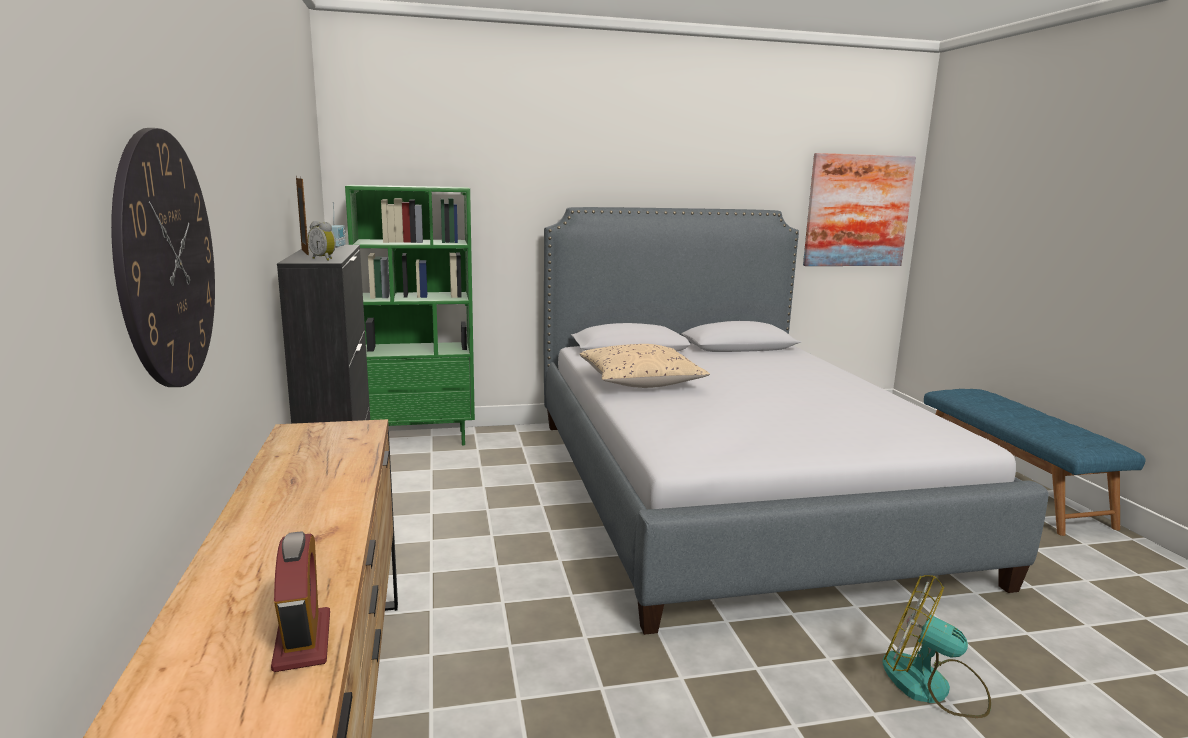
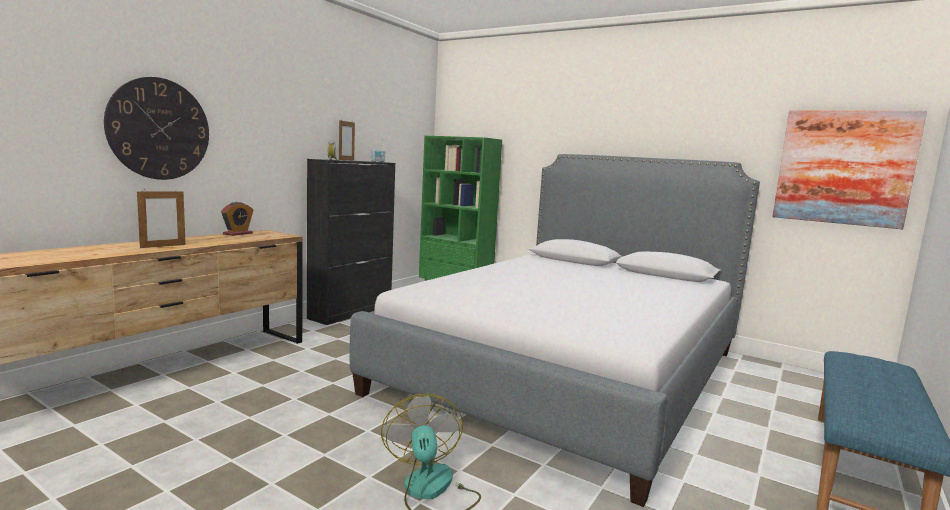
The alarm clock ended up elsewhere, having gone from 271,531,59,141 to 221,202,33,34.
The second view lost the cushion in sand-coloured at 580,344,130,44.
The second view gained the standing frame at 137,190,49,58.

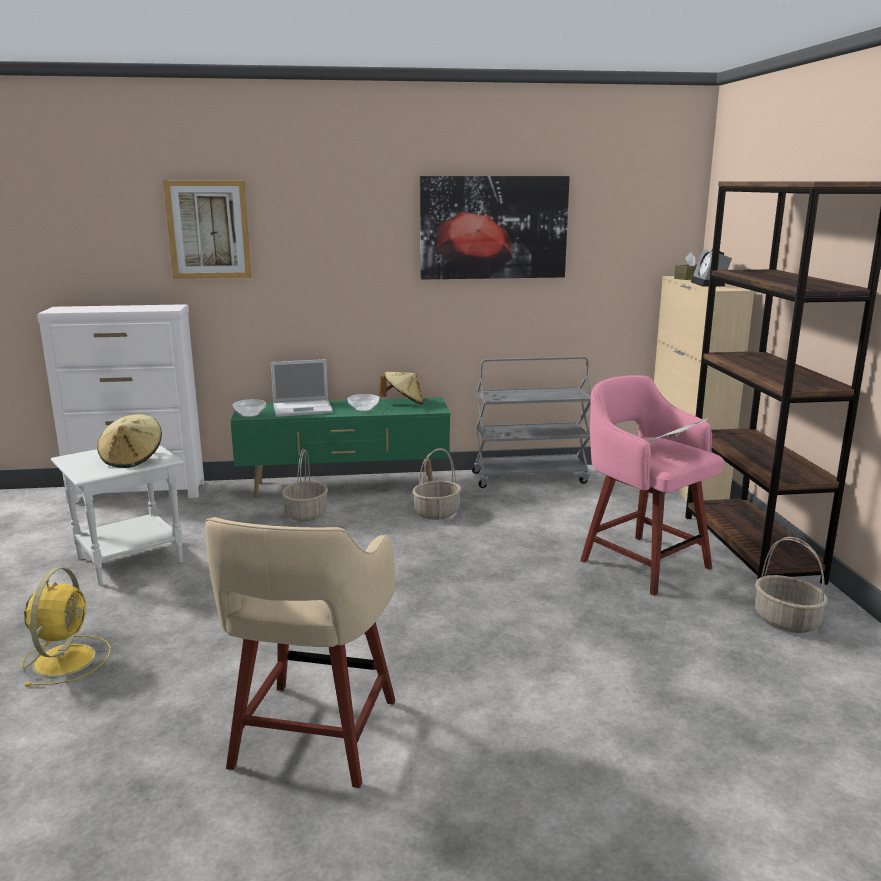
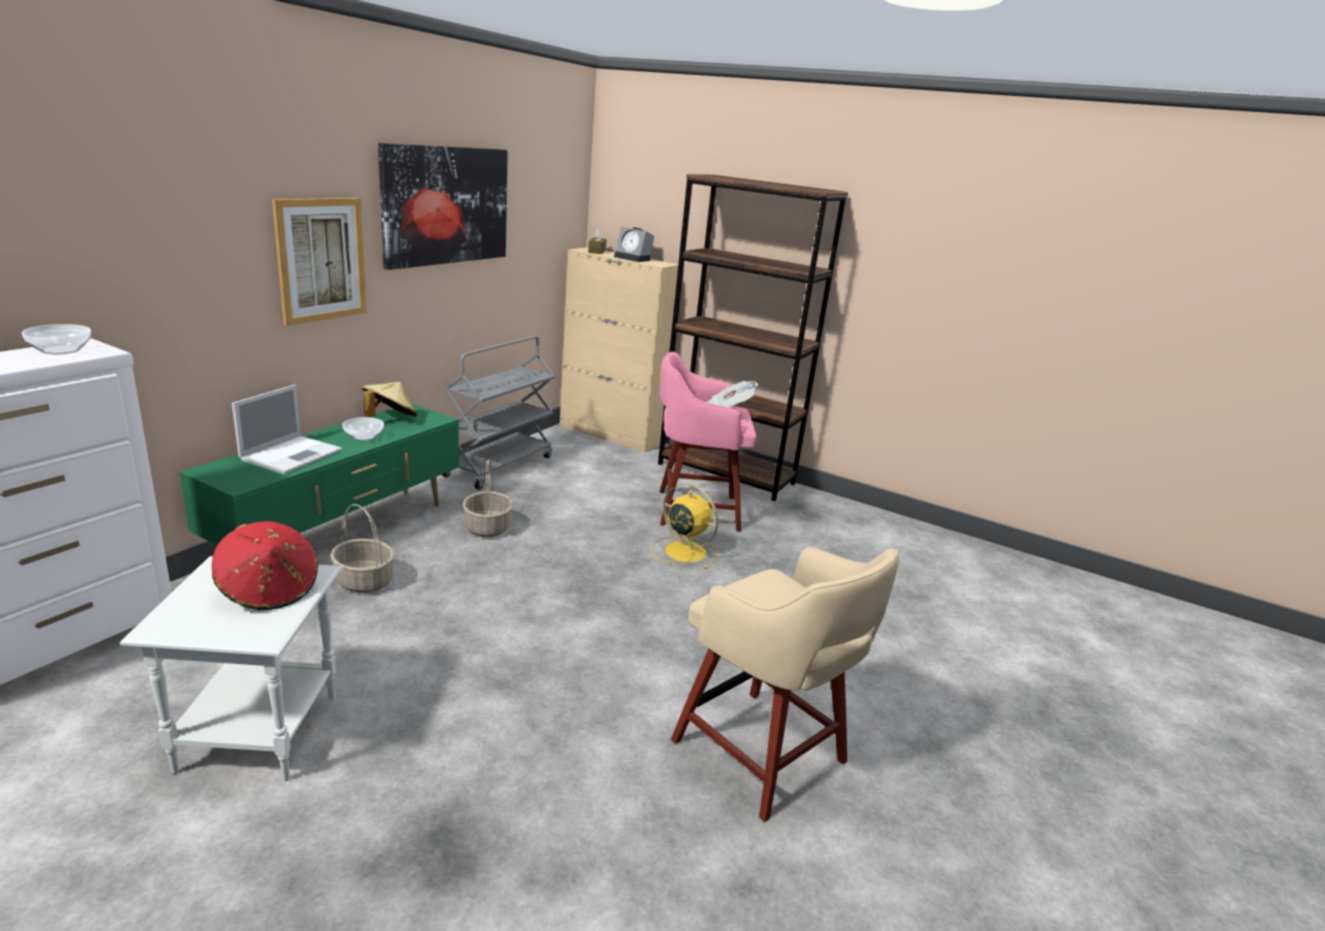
The cooling fan in yellow-coloured ended up elsewhere, having gone from 21,567,90,120 to 651,483,67,86.
What was the hat in sand-coloured at 97,414,65,54 turned into the hat in red-coloured at 212,521,106,89.
The picture ended up elsewhere, having gone from 163,180,89,99 to 272,198,94,128.
The serving bowl ended up elsewhere, having gone from 233,399,33,18 to 22,324,69,30.
The second view lost the storage basket at 755,537,73,96.

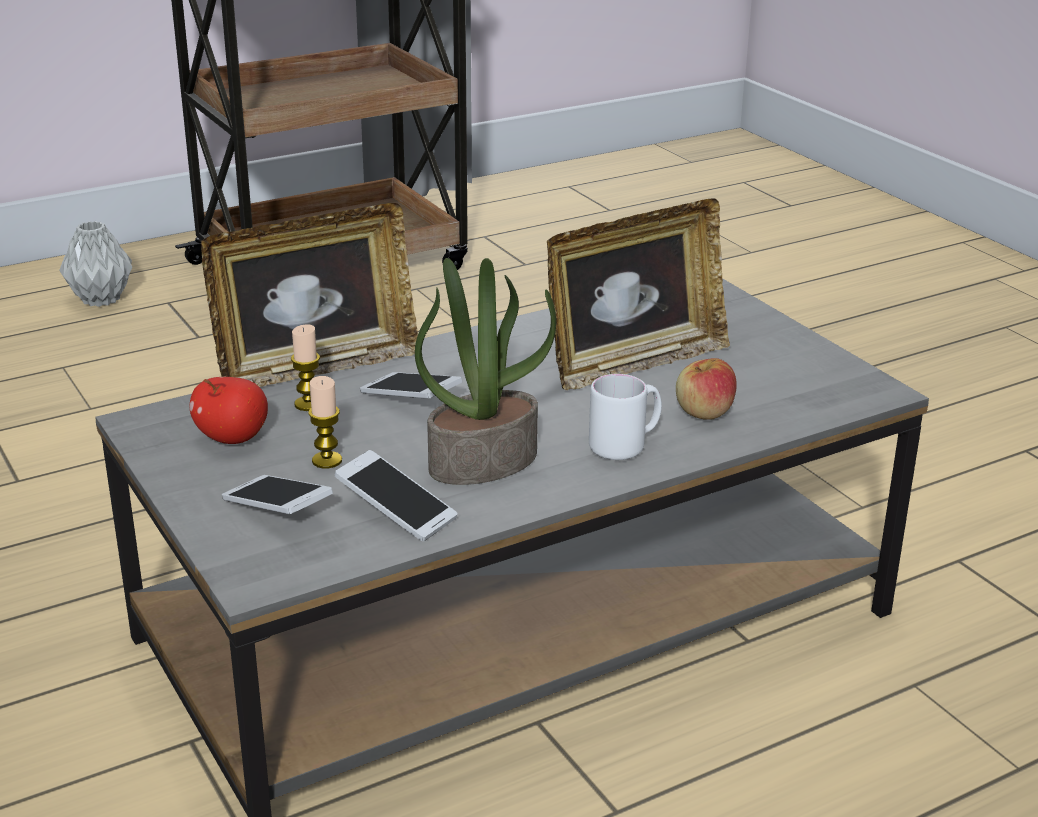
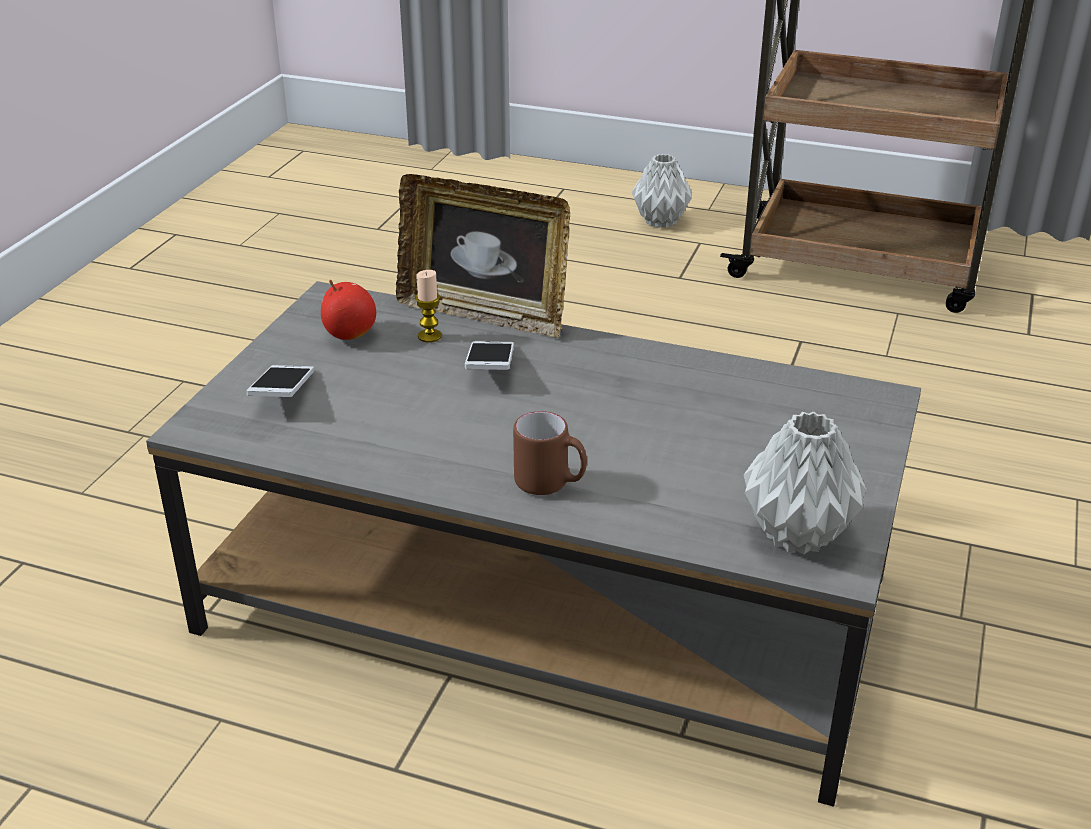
The second view lost the wax candle at 308,376,34,92.
The second view lost the telephone at 335,450,123,91.
The second view lost the houseplant at 415,258,141,227.
The second view lost the standing frame at 547,199,183,191.
What was the mug in whitish at 589,374,73,86 turned into the mug in brown-coloured at 513,411,74,84.
The second view lost the apple fruit at 676,358,61,62.
The second view gained the decorative vase in gray at 744,411,123,144.

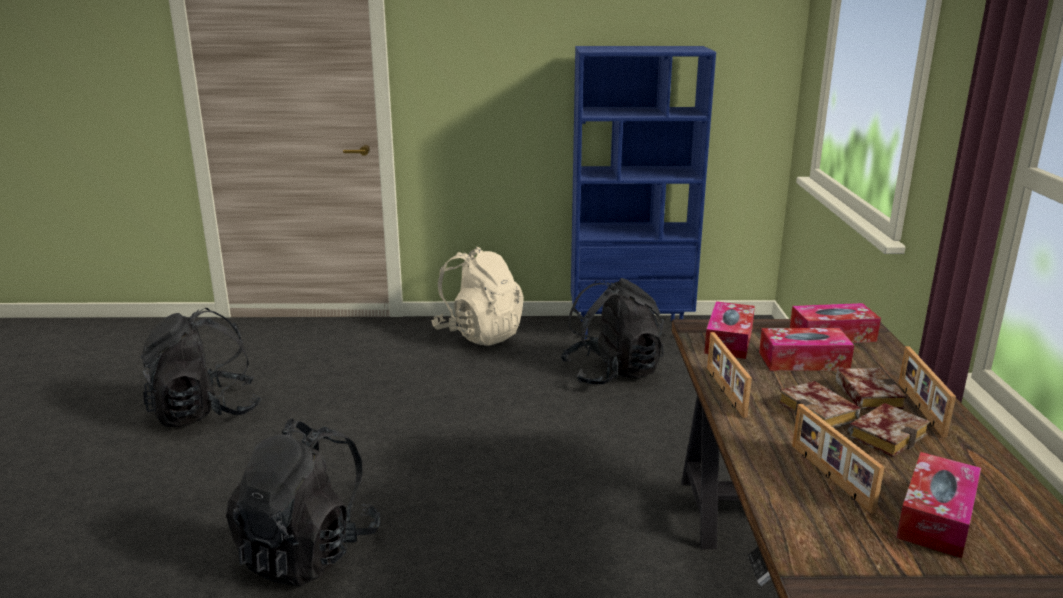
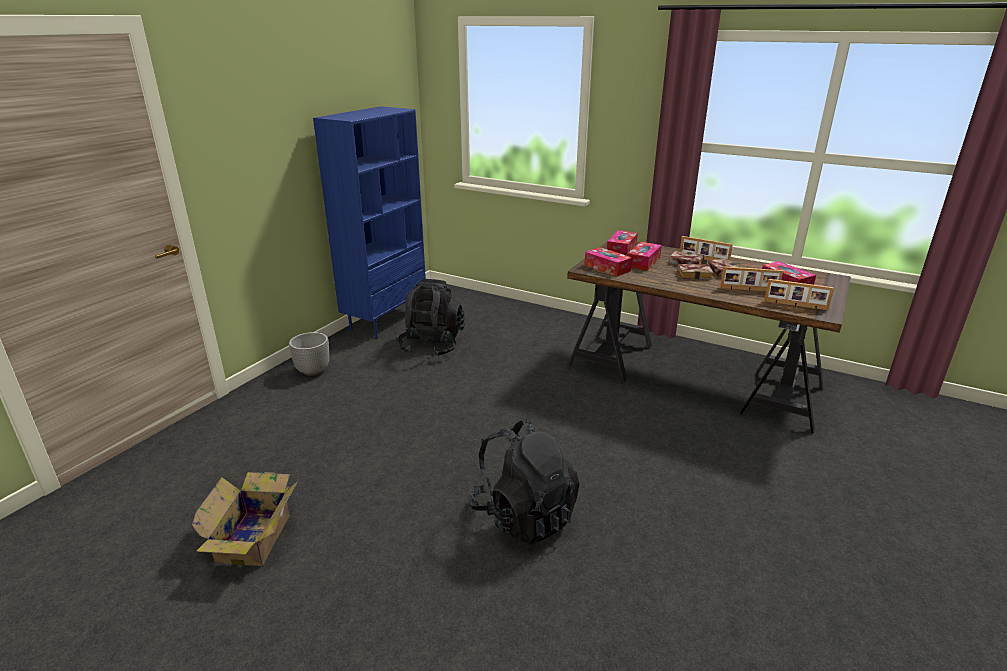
Where the knapsack in black stood at 141,308,120,119, the packing box came to stand at 192,472,106,94.
Where the knapsack in sand-coloured stood at 432,247,92,99, the flower pot came to stand at 289,332,40,44.
The standing frame ended up elsewhere, having gone from 707,332,45,86 to 764,279,70,32.

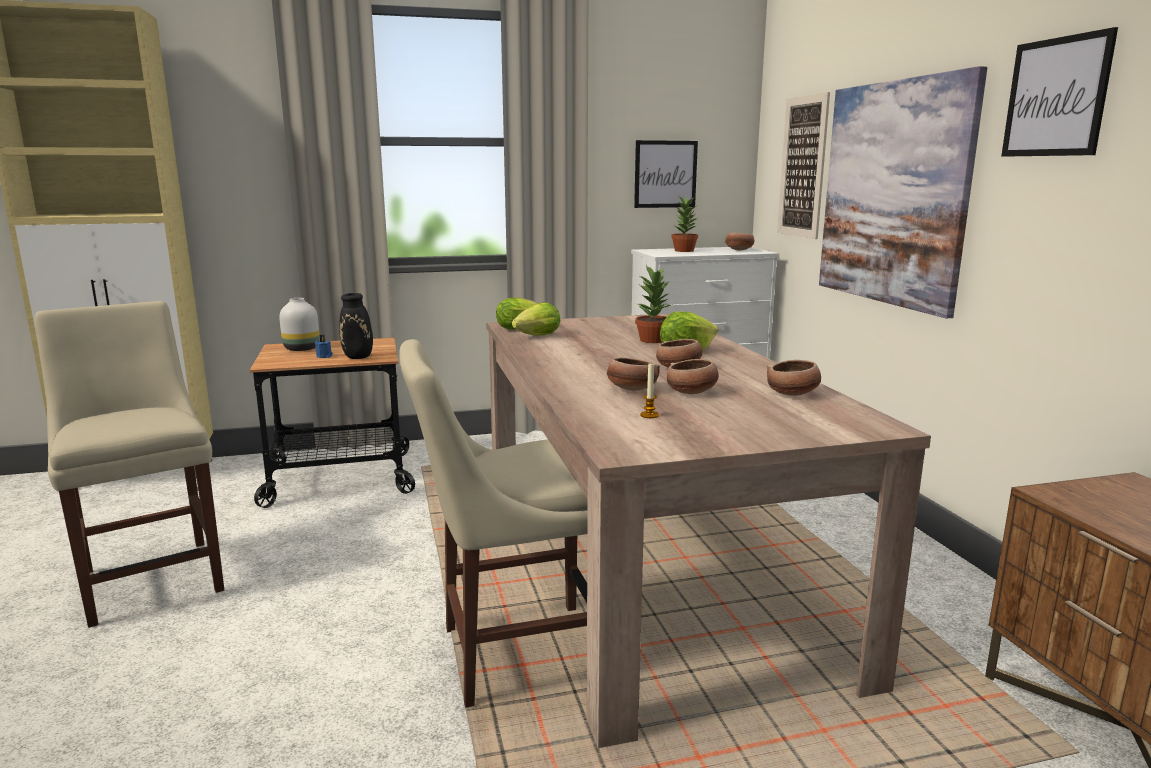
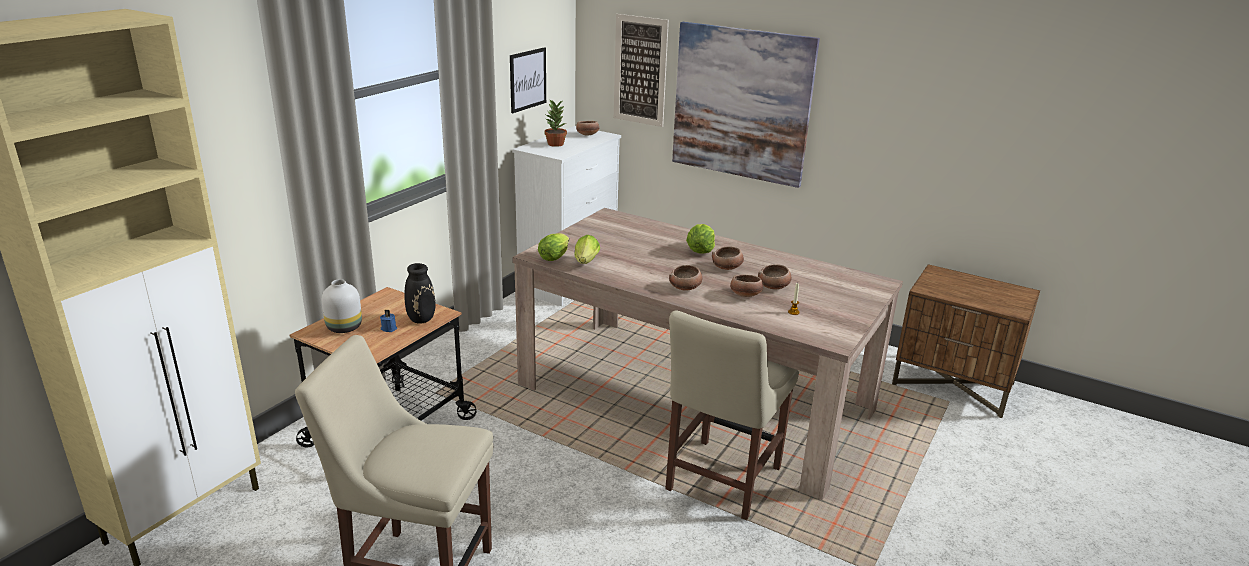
The second view lost the houseplant at 635,265,36,78.
The serving bowl ended up elsewhere, having gone from 767,360,54,36 to 669,265,33,26.
The second view lost the picture at 1001,27,117,130.

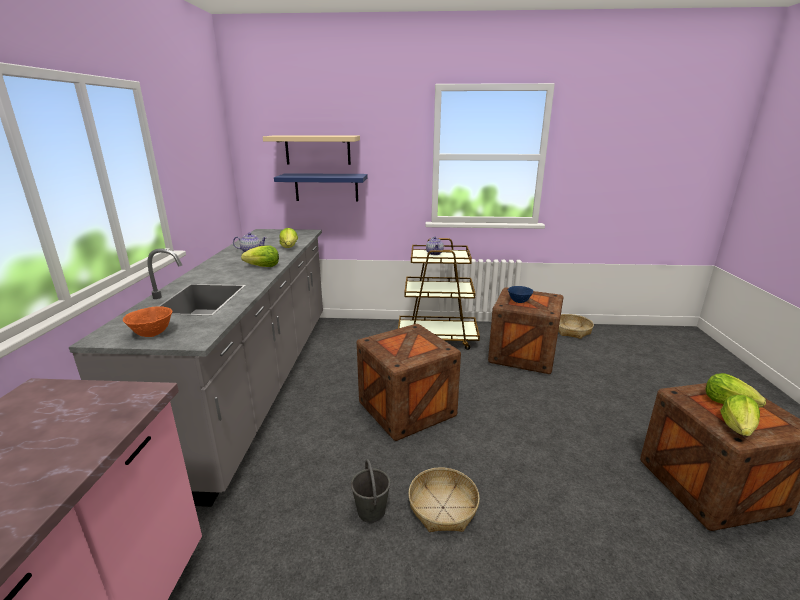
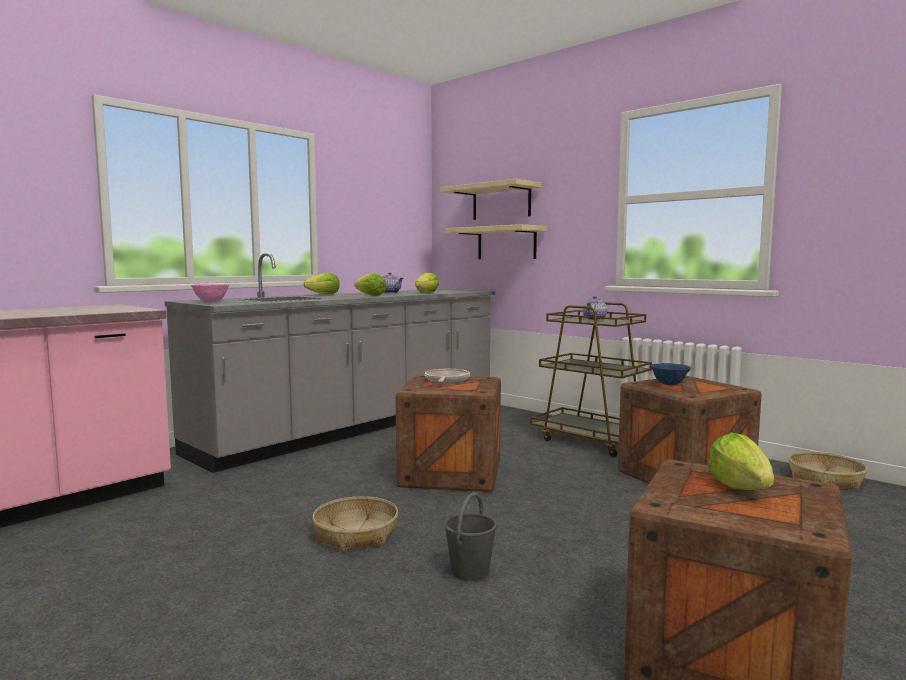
What was the serving bowl in orangey at 123,307,49,30 turned into the serving bowl in pink at 191,284,38,18.
What was the wall shelf in blue at 274,173,94,28 turned into the wall shelf in sand-coloured at 446,224,101,35.
The water bucket in gray ended up elsewhere, having gone from 351,459,39,64 to 444,493,53,88.
The lettuce head ended up elsewhere, having gone from 720,395,40,41 to 303,273,37,22.
The second view gained the pan at 425,369,45,14.

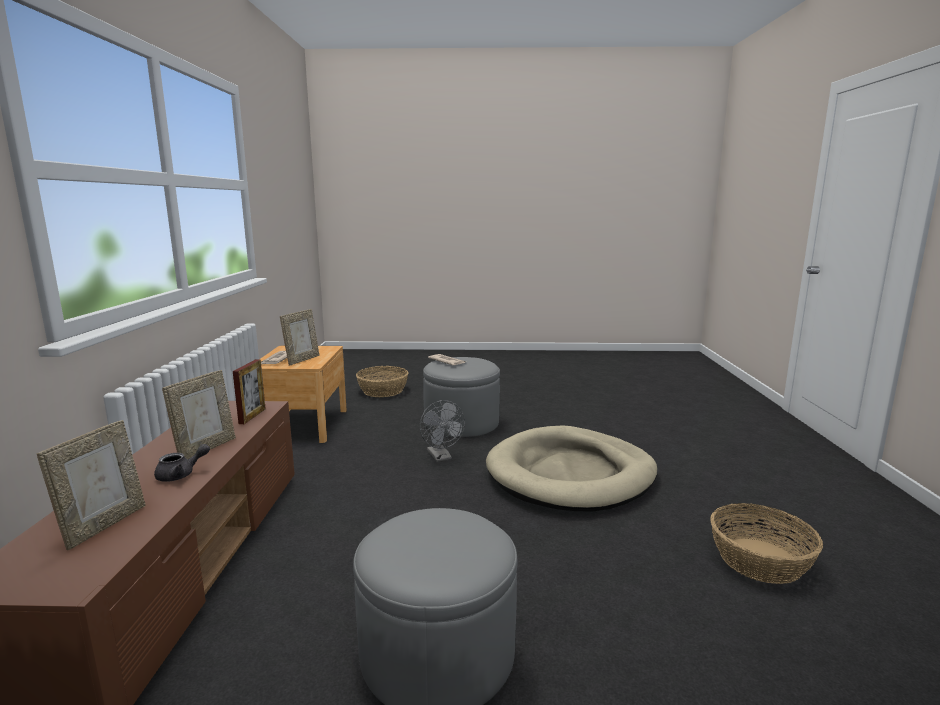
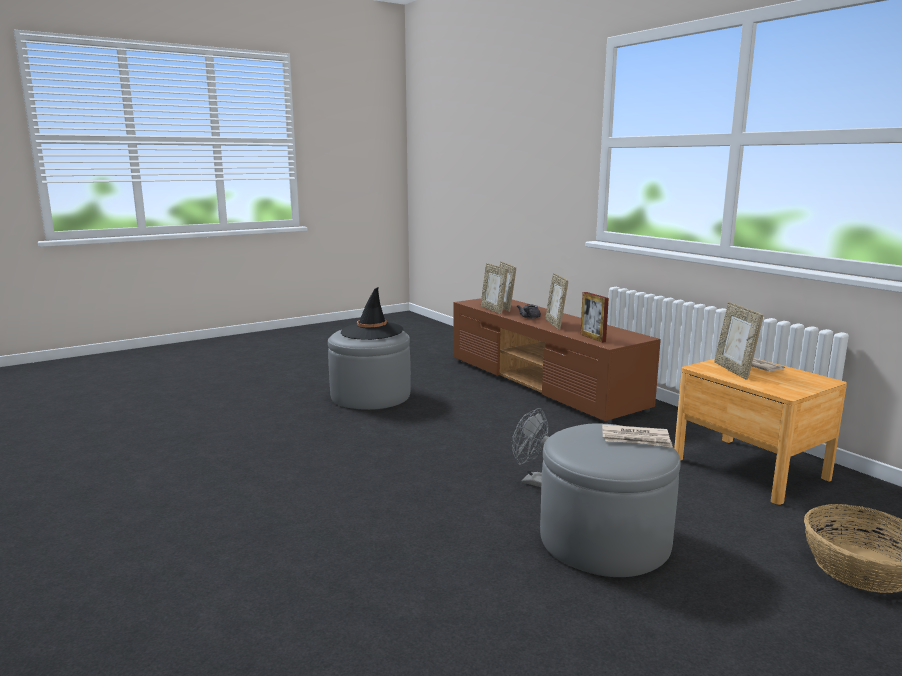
The second view lost the dog bed in sand-coloured at 486,425,171,86.
The second view lost the storage basket at 710,503,113,81.
The second view gained the hat in black at 341,287,62,53.
The second view gained the standing frame at 481,263,27,51.

